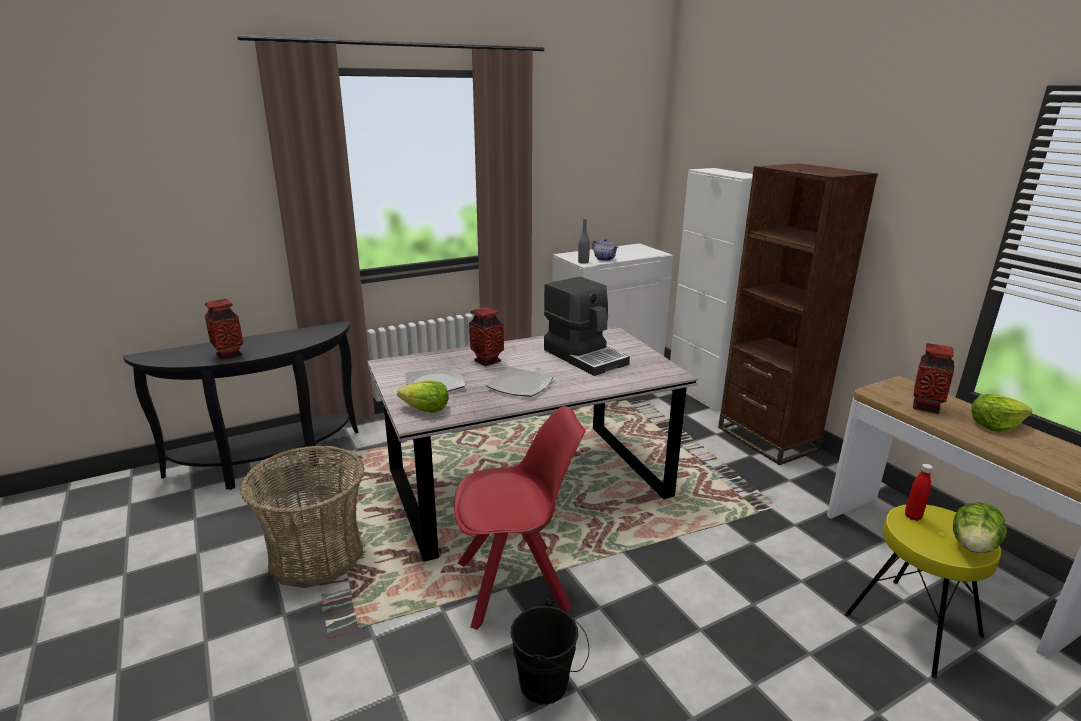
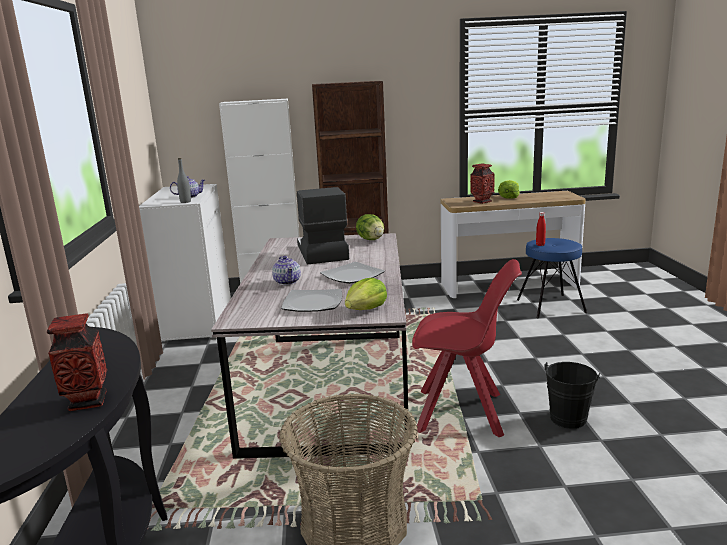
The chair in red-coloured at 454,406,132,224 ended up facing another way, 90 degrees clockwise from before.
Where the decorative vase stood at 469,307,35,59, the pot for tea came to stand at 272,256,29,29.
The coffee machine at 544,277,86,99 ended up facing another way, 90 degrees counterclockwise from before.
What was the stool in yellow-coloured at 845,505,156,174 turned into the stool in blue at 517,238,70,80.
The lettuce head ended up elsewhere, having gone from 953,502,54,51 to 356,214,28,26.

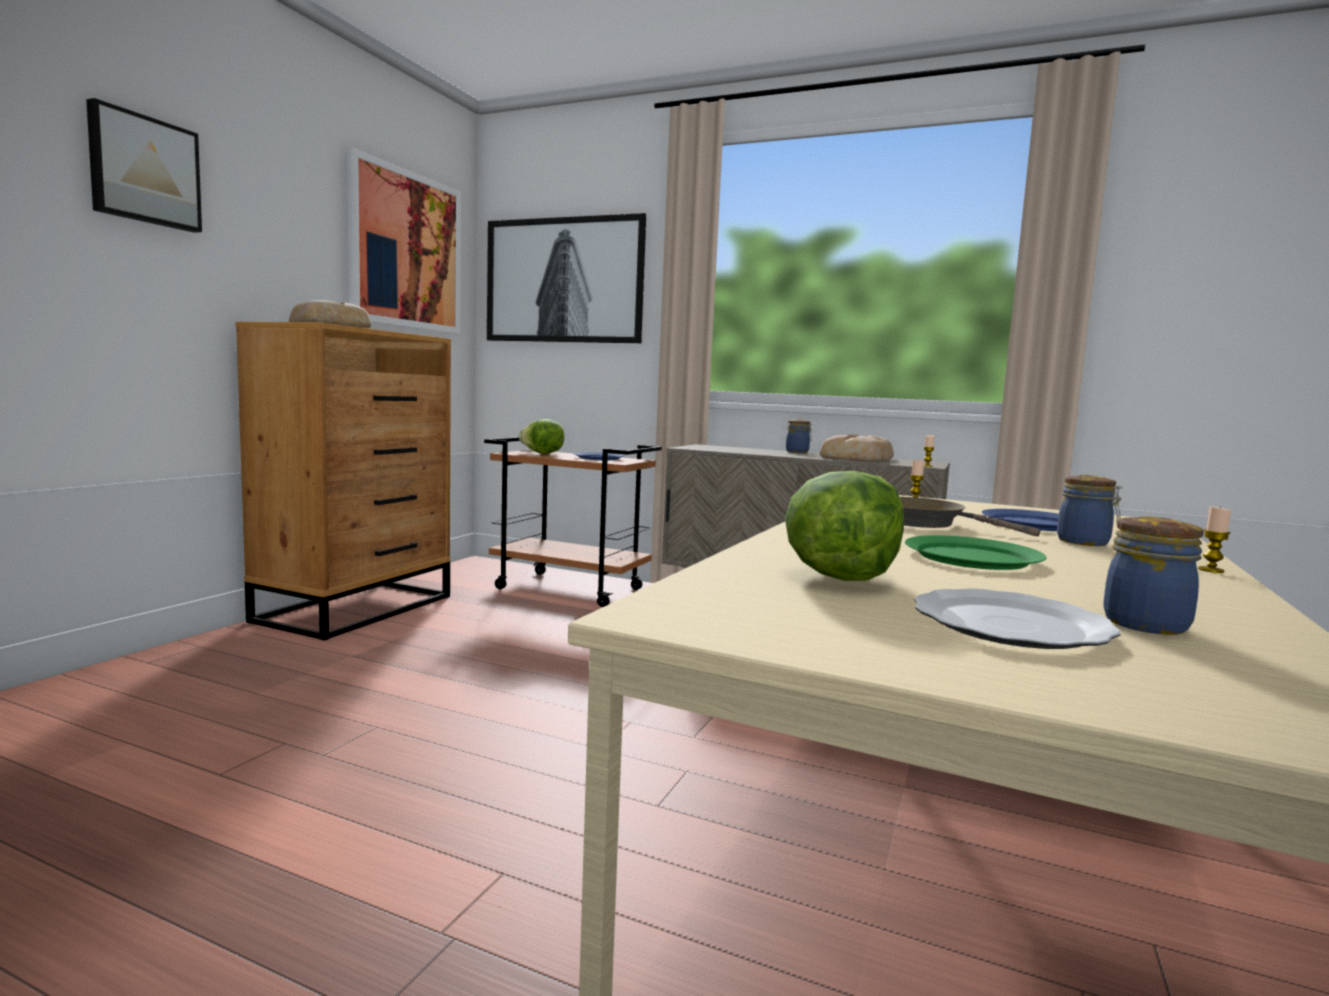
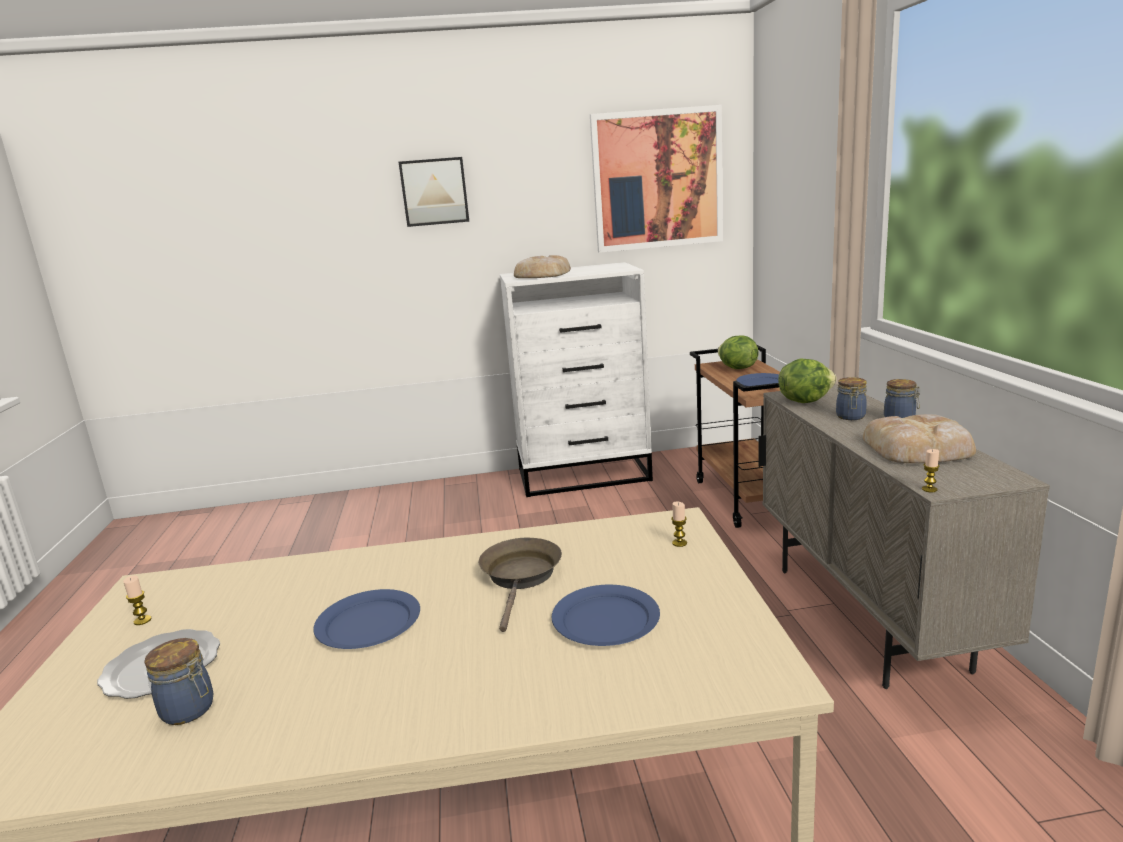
What was the drawer chest in brown-coloured at 236,322,215,319 turned into the drawer chest in whitish at 500,262,153,235.
The second view lost the picture at 487,213,160,130.
The lettuce head ended up elsewhere, having gone from 785,471,119,110 to 778,359,59,44.
What was the plate in green at 905,535,141,35 turned into the plate in blue at 313,589,107,60.
The storage jar ended up elsewhere, having gone from 1057,475,66,71 to 836,377,31,43.
The wax candle ended up elsewhere, having gone from 1198,506,33,67 to 123,575,29,50.

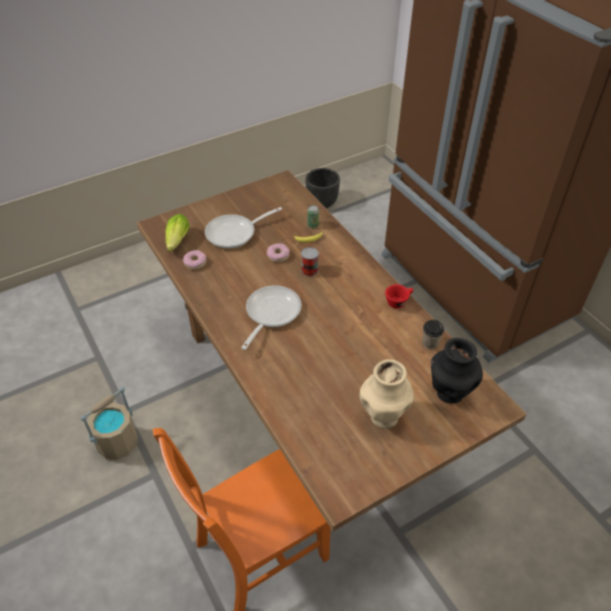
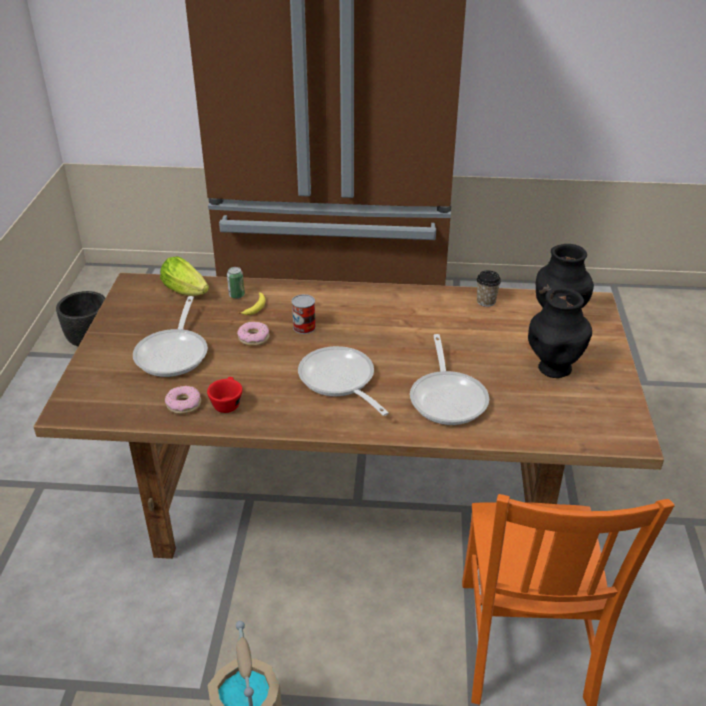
The lettuce head ended up elsewhere, having gone from 165,214,25,38 to 160,256,49,40.
What was the decorative vase in sand-coloured at 360,359,54,70 turned into the decorative vase in black at 528,287,64,91.
The small cup in red-coloured ended up elsewhere, having gone from 385,284,28,24 to 207,377,35,36.
The second view gained the pan at 410,334,79,91.

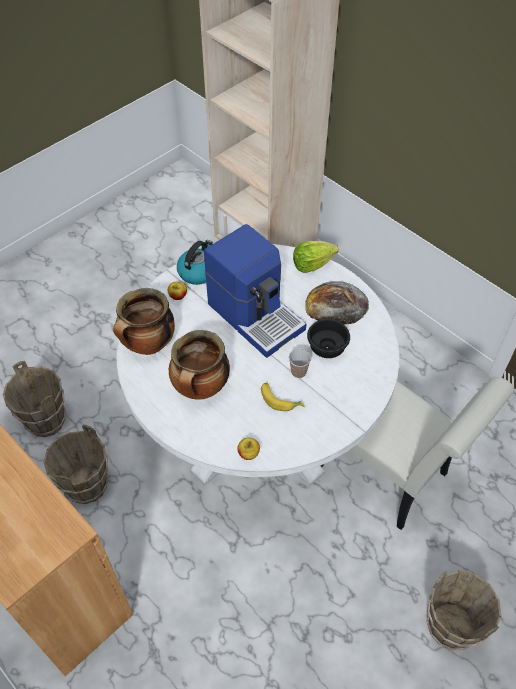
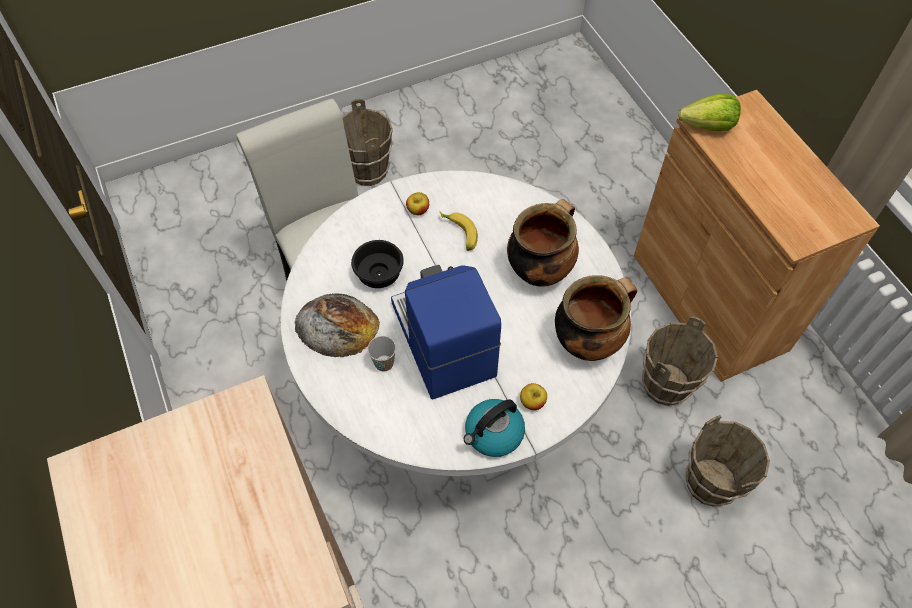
The apple fruit ended up elsewhere, having gone from 237,437,23,23 to 406,192,23,23.
The small cup ended up elsewhere, having gone from 289,348,22,30 to 368,336,28,36.
The lettuce head ended up elsewhere, having gone from 293,241,45,32 to 678,94,63,37.

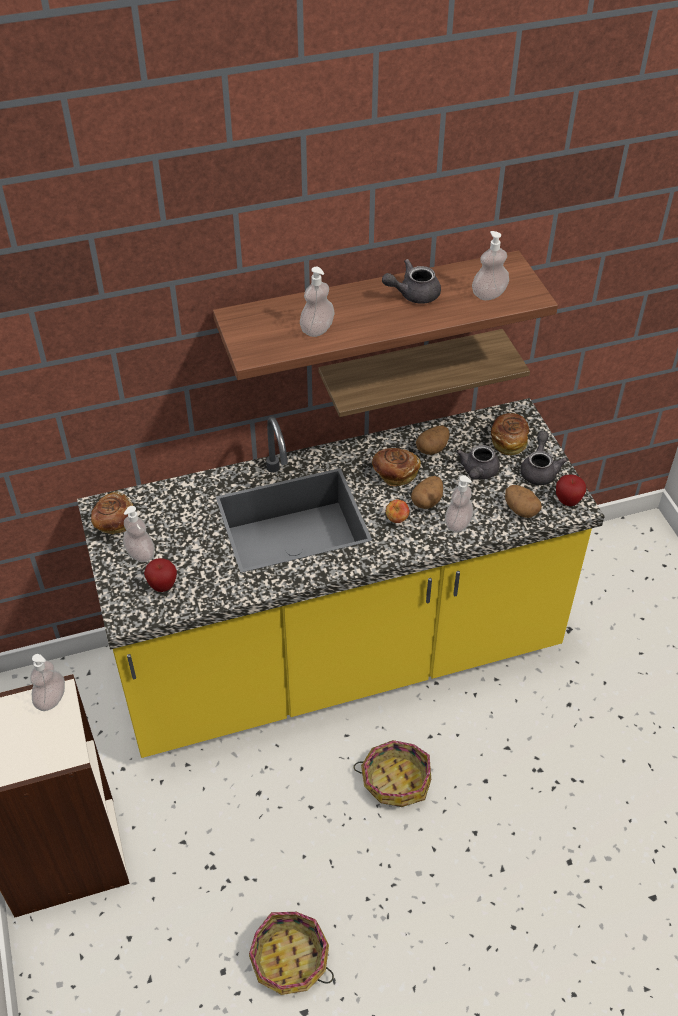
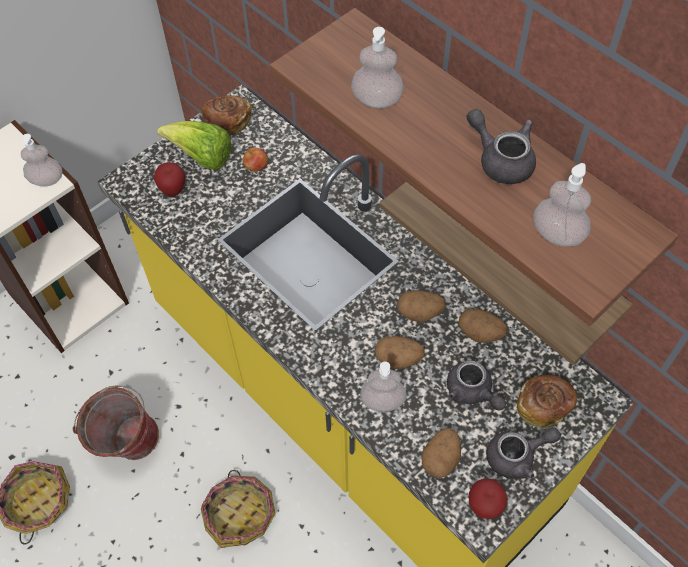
Where the soap bottle stood at 123,506,32,56, the lettuce head came to stand at 157,121,75,49.
Where the baked bread stood at 372,448,49,38, the whole potato came to stand at 397,290,49,32.
The apple fruit ended up elsewhere, having gone from 386,500,23,23 to 243,148,25,24.
The pot for tea in gray at 456,445,44,35 ended up facing another way, 120 degrees counterclockwise from before.
The second view gained the water bucket at 73,385,86,75.

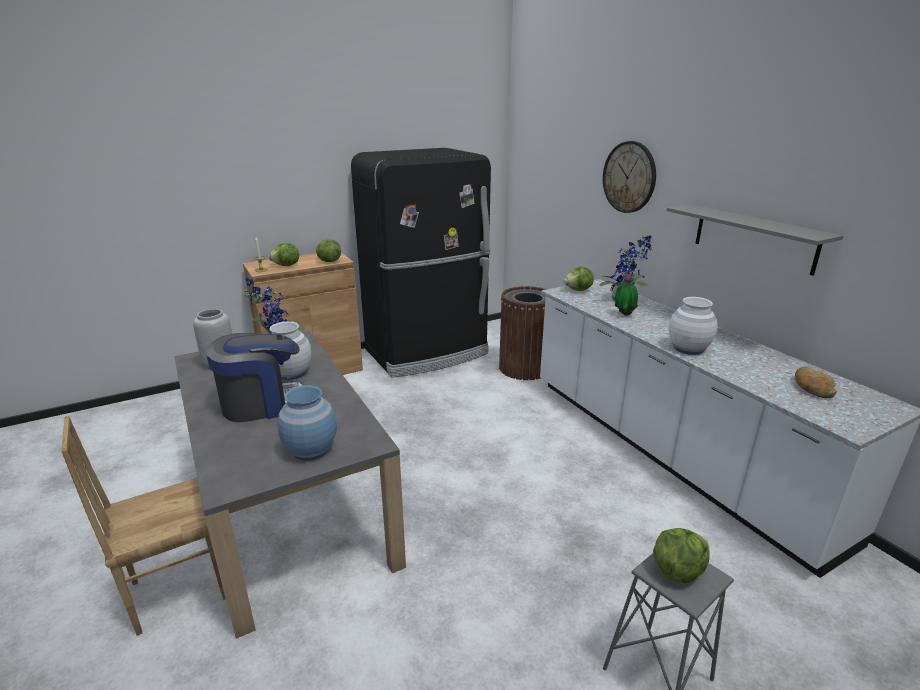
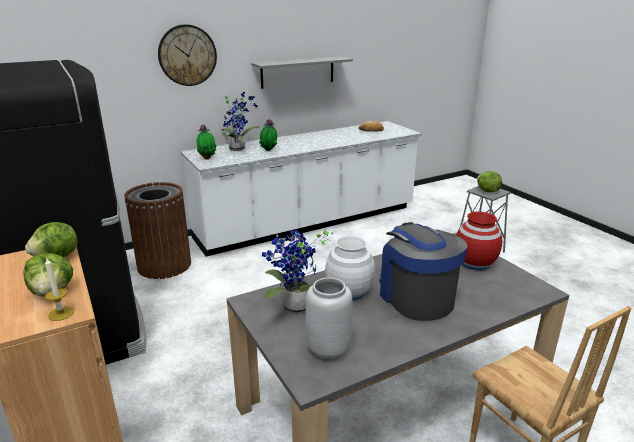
What was the decorative vase in blue at 277,385,60,76 turned into the decorative vase in red-coloured at 456,211,47,60.
Where the lettuce head stood at 564,267,30,24, the houseplant came to stand at 197,124,20,36.
The second view lost the decorative vase in whitish at 669,297,48,58.

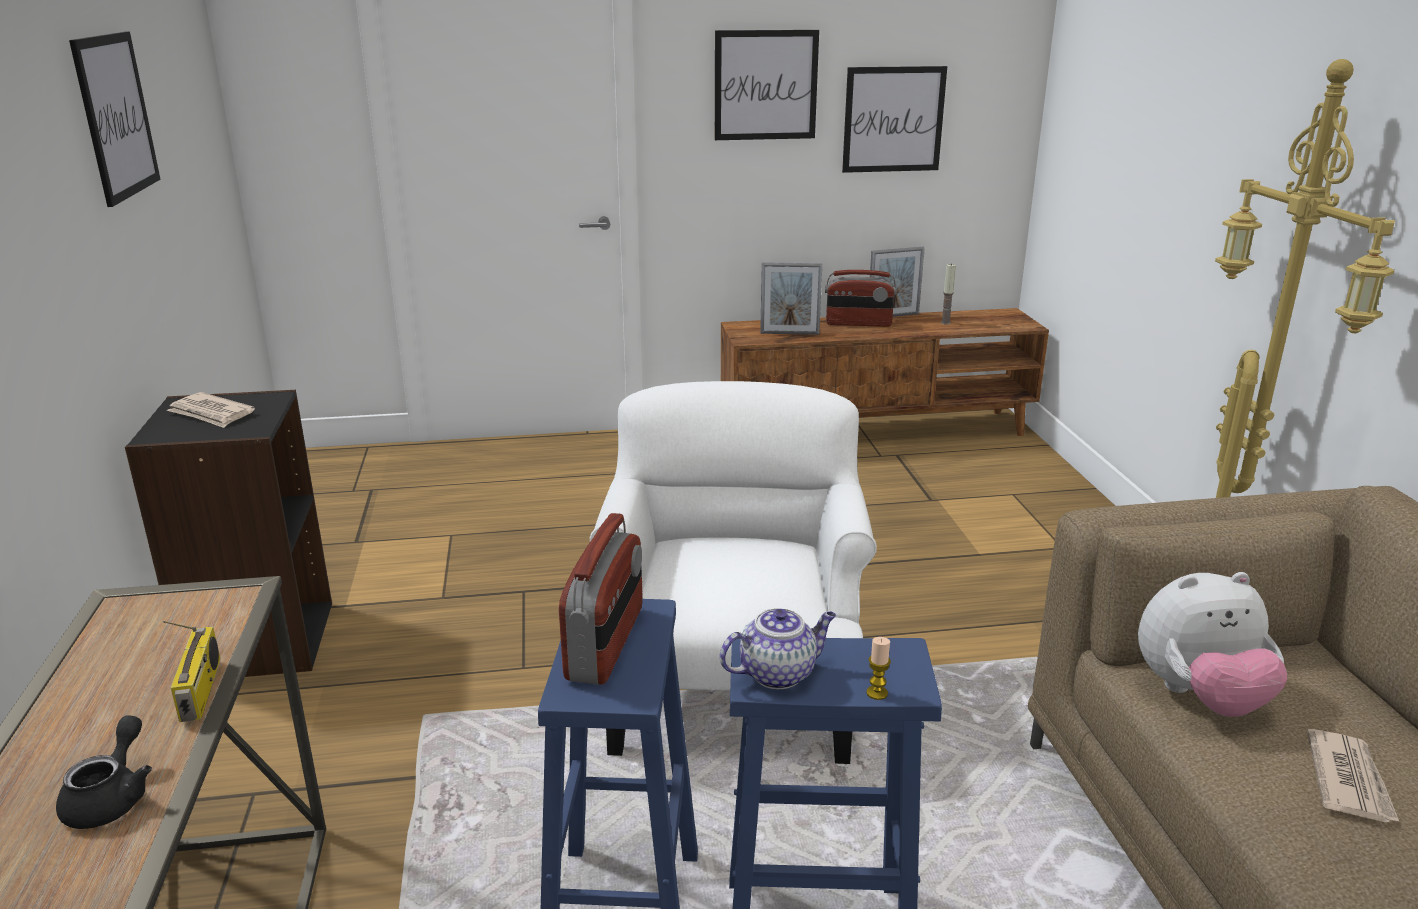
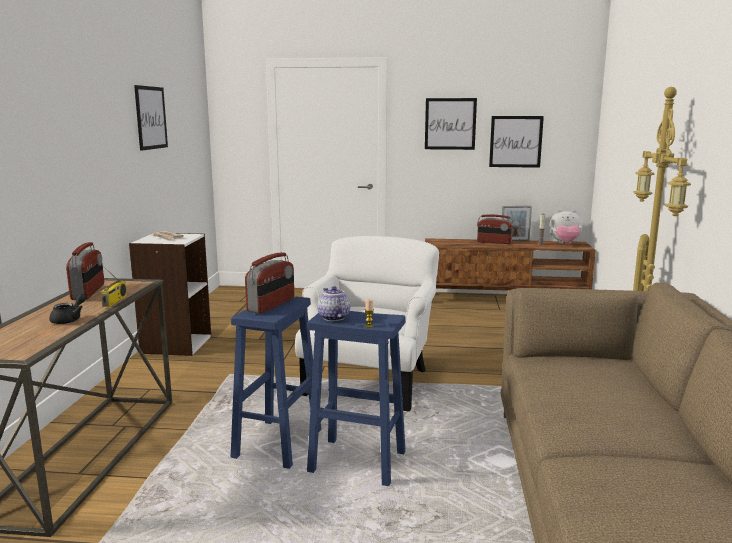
What was the shelving unit in black at 125,390,207,287 turned into the shelving unit in whitish at 129,233,82,123.
The pot for tea at 719,608,117,81 ended up facing another way, 105 degrees counterclockwise from before.
The second view lost the standing frame at 760,262,62,73.
The soft toy ended up elsewhere, having gone from 1138,572,149,145 to 549,210,33,34.
The second view lost the daily paper at 1307,729,92,93.
The second view gained the radio at 66,242,38,58.

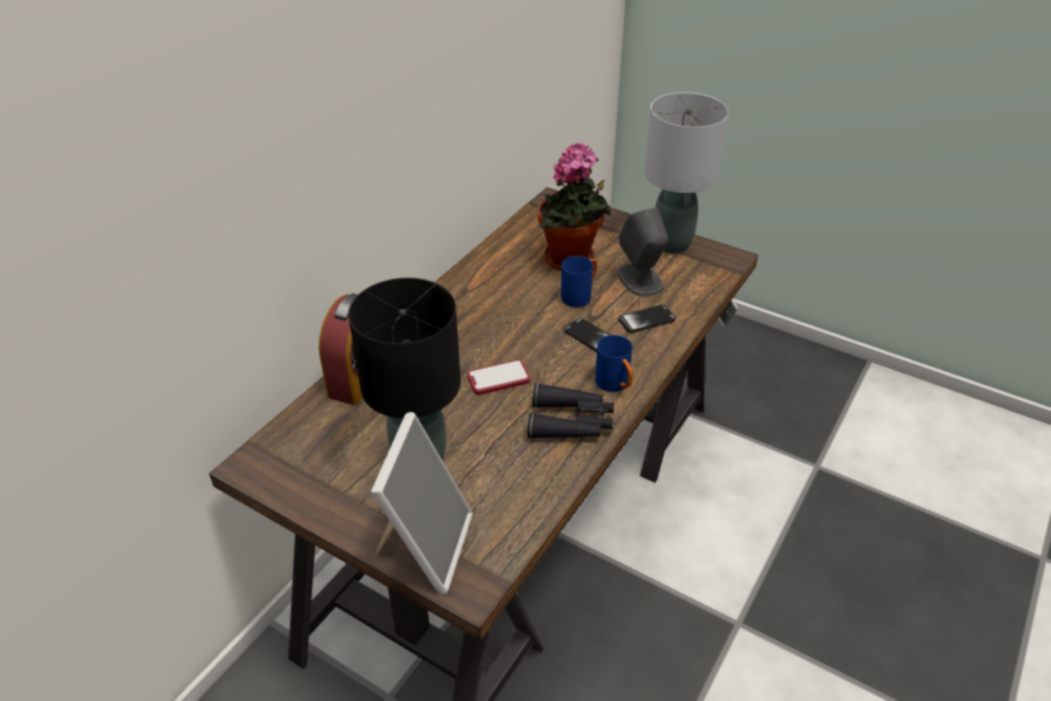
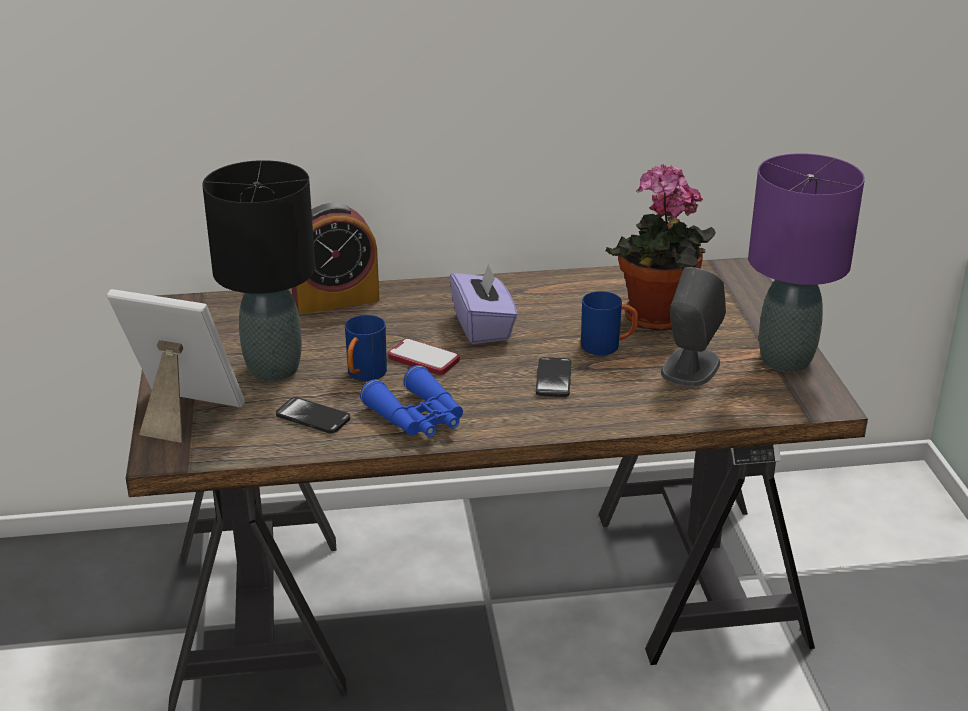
The standing frame at 371,412,102,183 ended up facing another way, 135 degrees counterclockwise from before.
What was the binoculars in black at 528,383,86,56 turned into the binoculars in blue at 360,365,103,72.
The mug in blue ended up elsewhere, having gone from 595,335,38,57 to 345,315,42,66.
The telephone ended up elsewhere, having gone from 619,305,56,28 to 276,397,74,36.
What was the tabletop lamp in gray at 644,92,85,162 turned into the tabletop lamp in purple-coloured at 748,153,117,219.
The second view gained the tissue holder in purple-coloured at 450,263,68,81.

